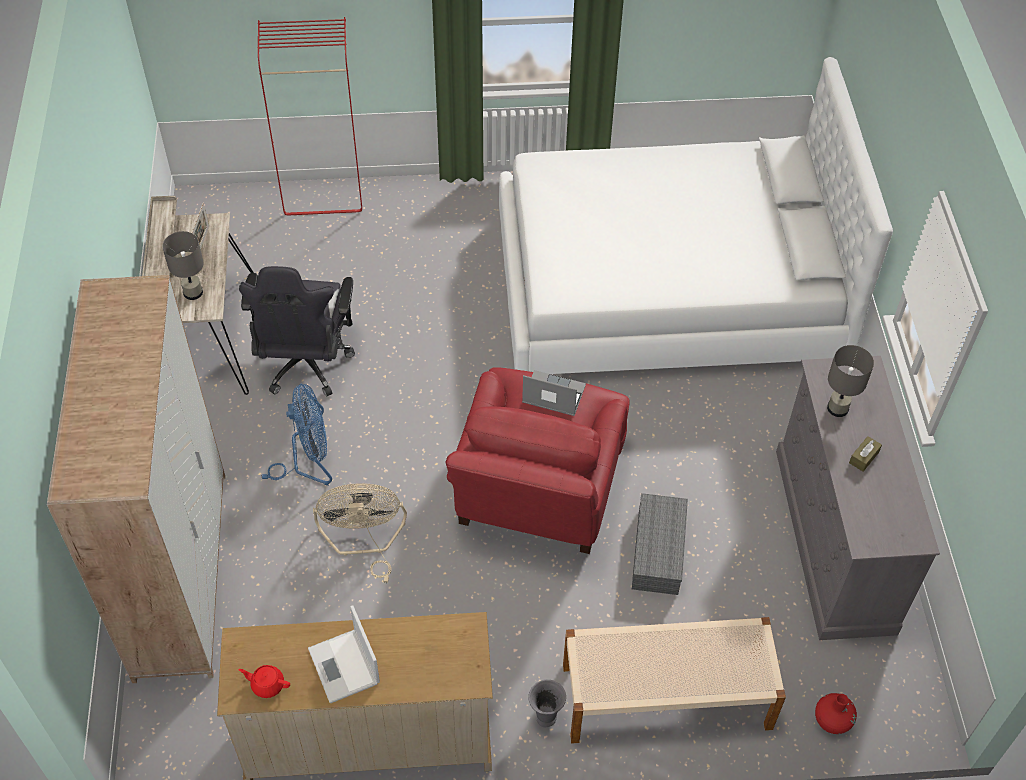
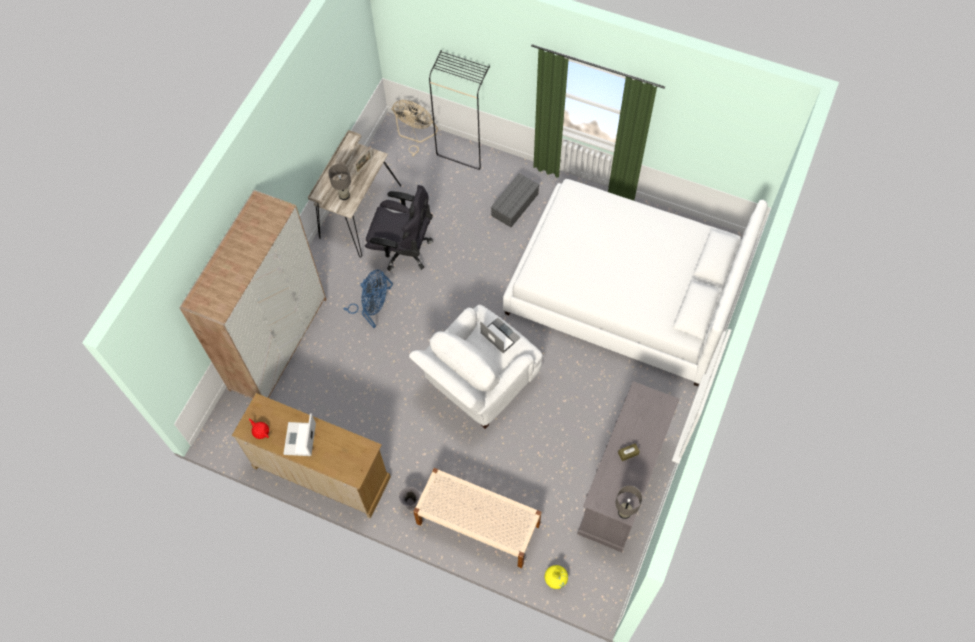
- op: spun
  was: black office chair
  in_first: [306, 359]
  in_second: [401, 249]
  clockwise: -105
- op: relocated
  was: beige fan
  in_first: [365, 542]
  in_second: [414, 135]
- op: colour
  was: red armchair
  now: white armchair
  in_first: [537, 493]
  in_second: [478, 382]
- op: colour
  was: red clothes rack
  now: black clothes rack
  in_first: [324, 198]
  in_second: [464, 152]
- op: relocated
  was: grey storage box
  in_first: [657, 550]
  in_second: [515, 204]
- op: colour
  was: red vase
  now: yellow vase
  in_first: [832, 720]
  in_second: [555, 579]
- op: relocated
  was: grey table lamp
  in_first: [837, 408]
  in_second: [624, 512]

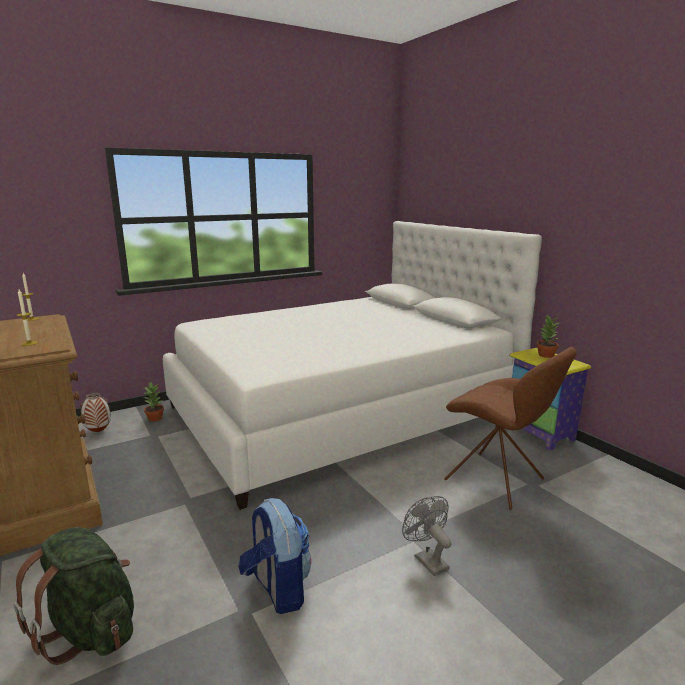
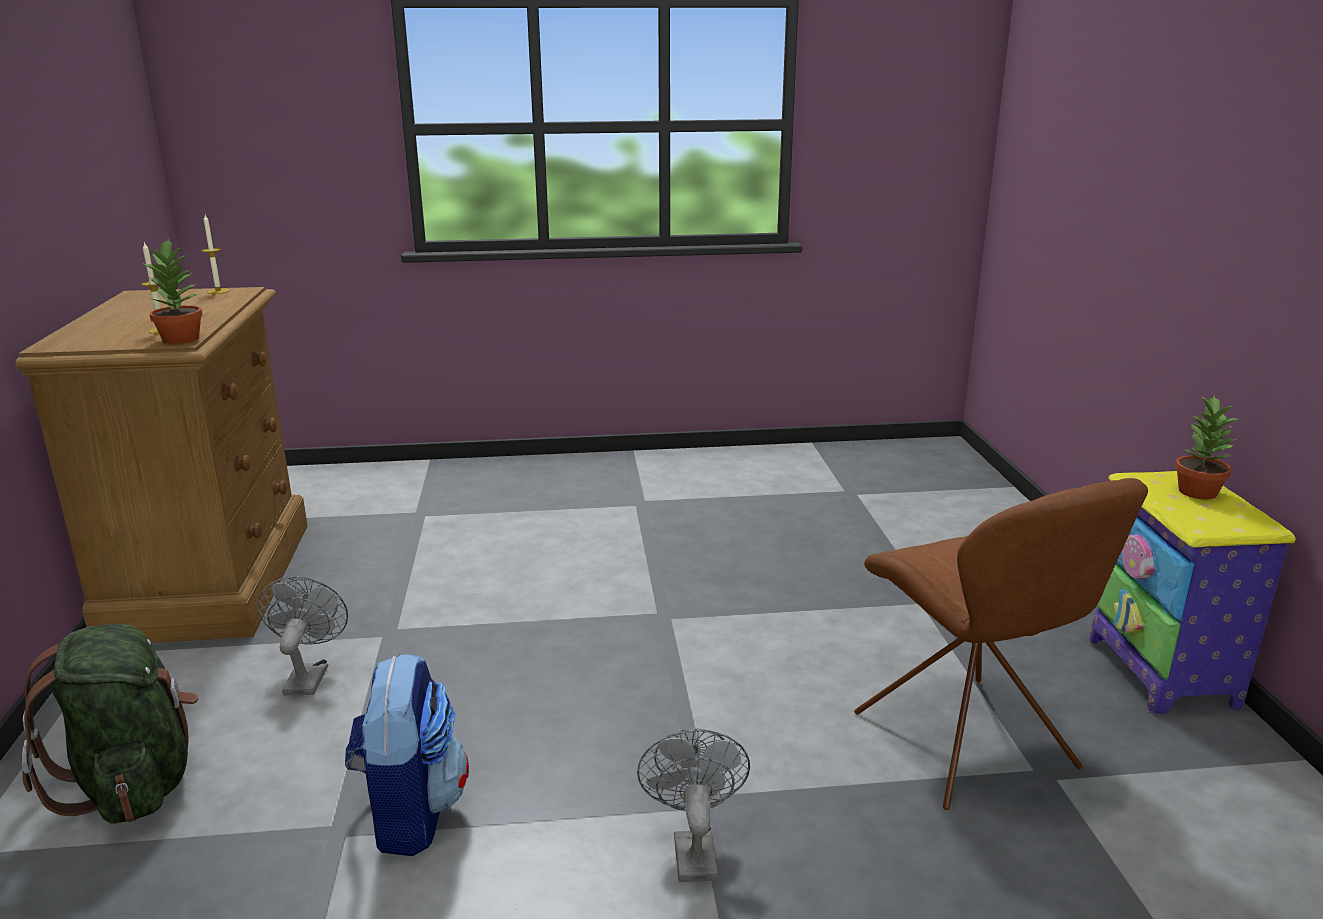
- op: relocated
  was: potted plant
  in_first: [155, 418]
  in_second: [182, 339]
- op: appeared
  now: grey fan
  in_second: [308, 676]
- op: missing
  was: vase
  in_first: [98, 432]
- op: missing
  was: white bed
  in_first: [342, 411]

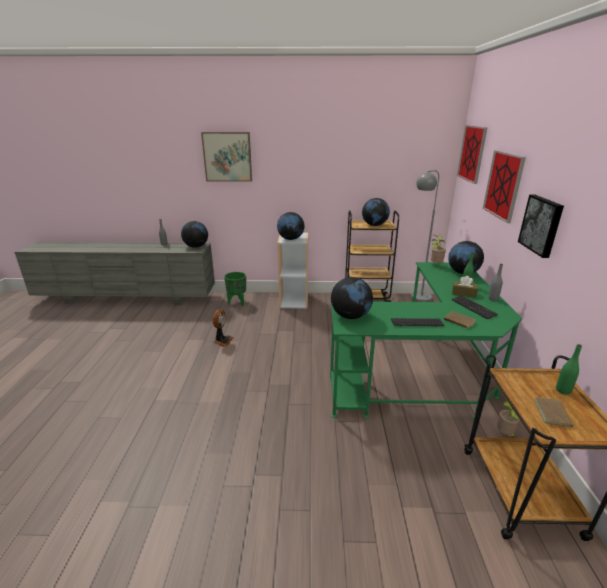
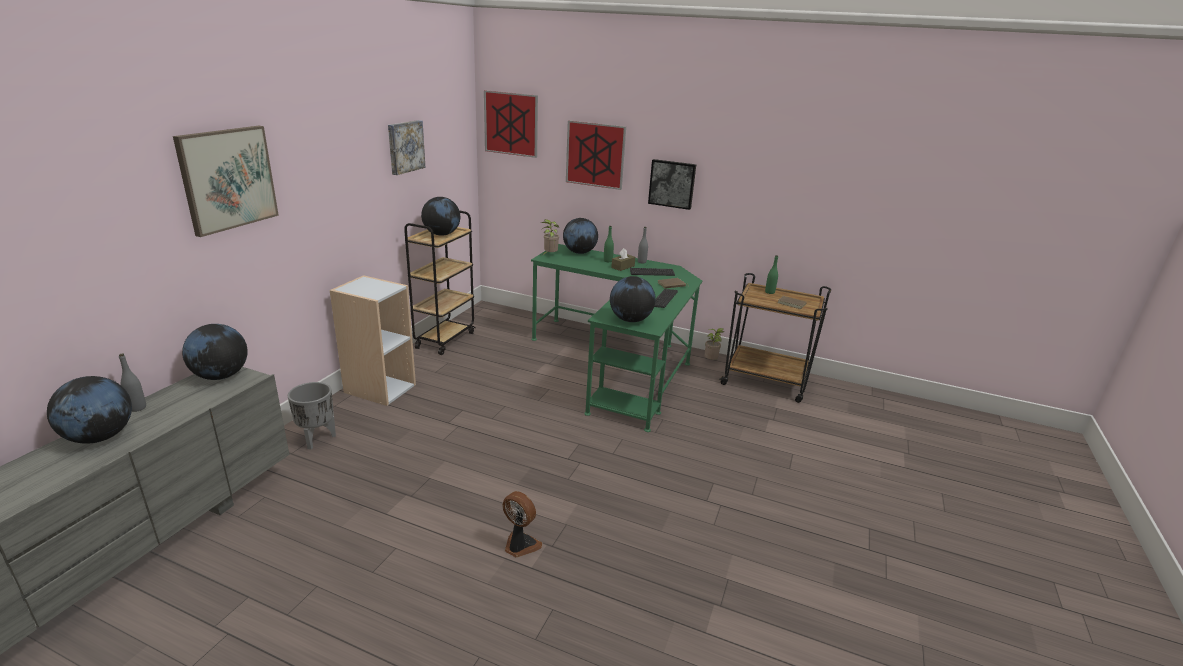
- op: relocated
  was: globe
  in_first: [290, 239]
  in_second: [100, 437]
- op: colour
  was: green planter
  now: grey planter
  in_first: [237, 302]
  in_second: [317, 439]
- op: appeared
  now: picture
  in_second: [405, 146]
- op: relocated
  was: fan
  in_first: [222, 341]
  in_second: [520, 545]
- op: missing
  was: grey floor lamp
  in_first: [417, 299]

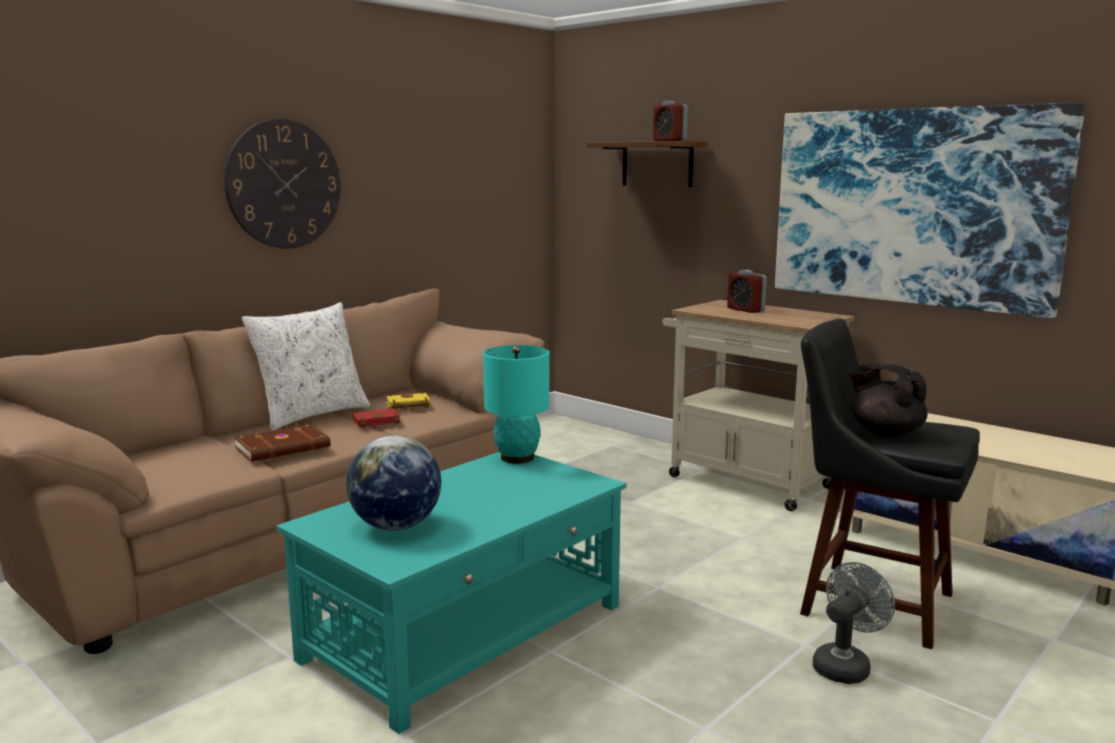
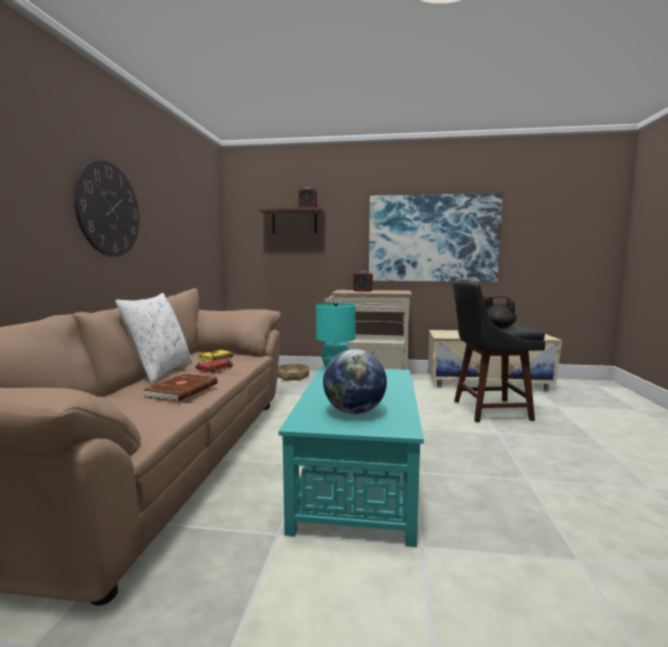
- op: appeared
  now: basket
  in_second: [292, 376]
- op: missing
  was: grey fan
  in_first: [845, 665]

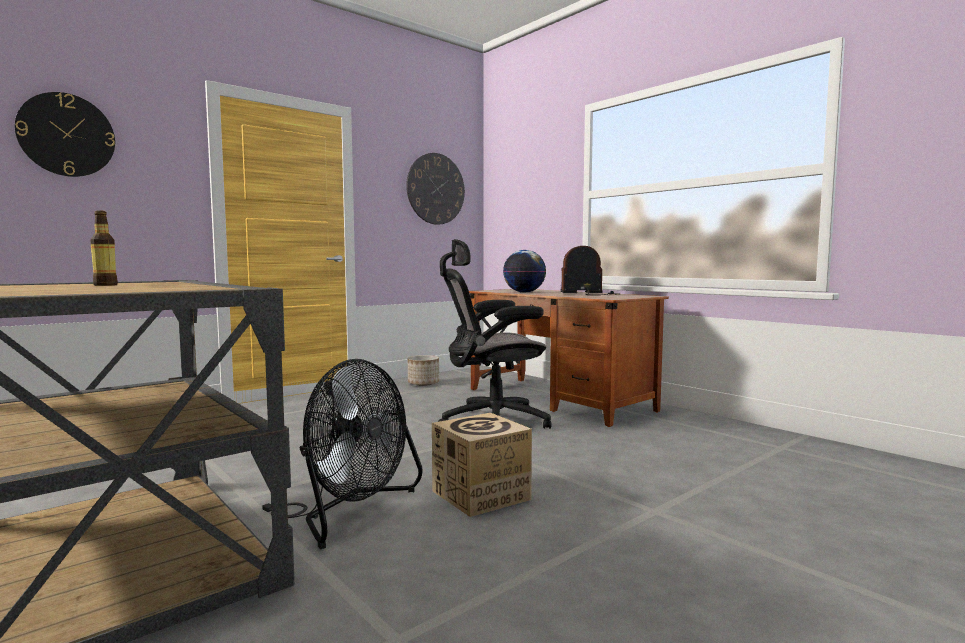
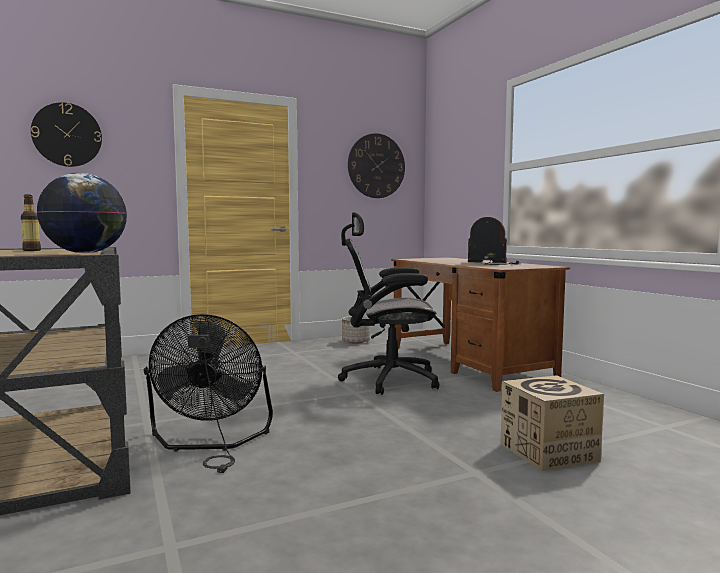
- op: relocated
  was: globe
  in_first: [524, 292]
  in_second: [86, 253]
- op: spun
  was: black fan
  in_first: [345, 512]
  in_second: [209, 443]
  clockwise: -135
- op: relocated
  was: cardboard box
  in_first: [481, 495]
  in_second: [548, 452]

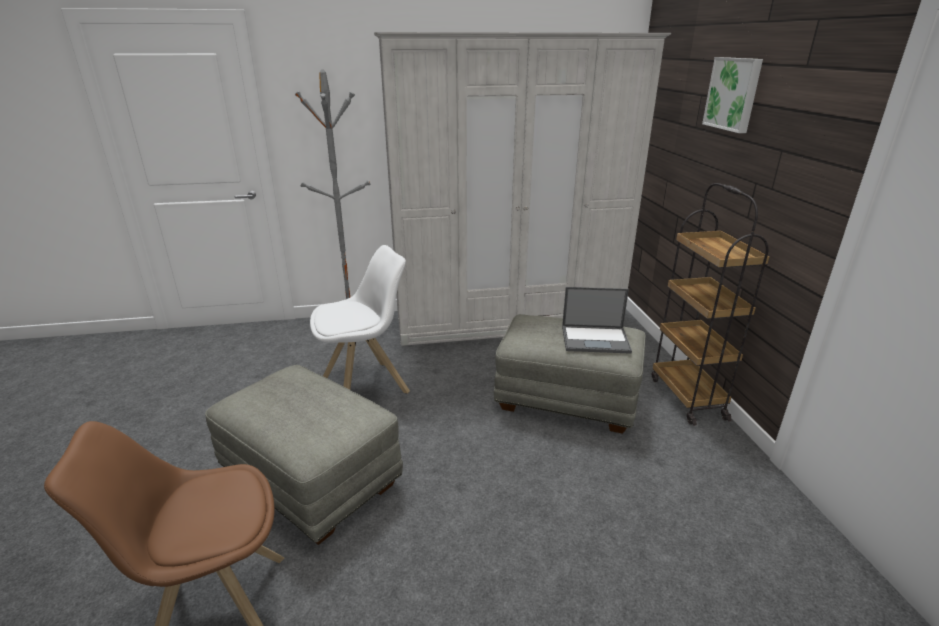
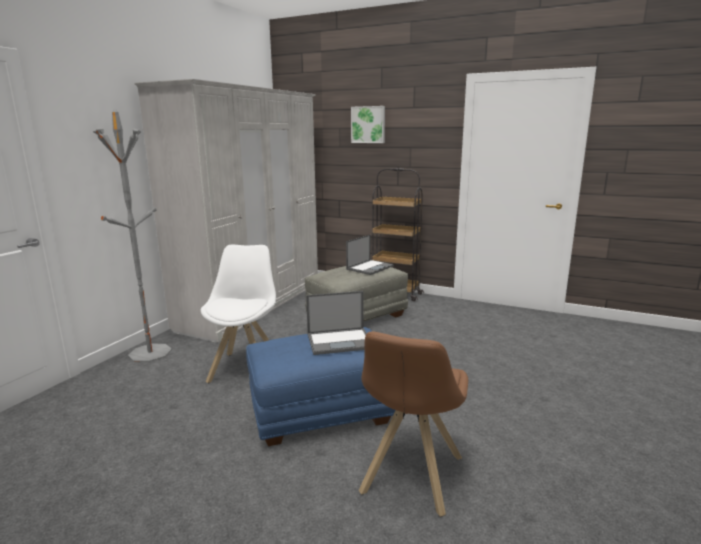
- op: colour
  was: grey ottoman
  now: blue ottoman
  in_first: [312, 478]
  in_second: [320, 412]
- op: appeared
  now: laptop
  in_second: [340, 341]

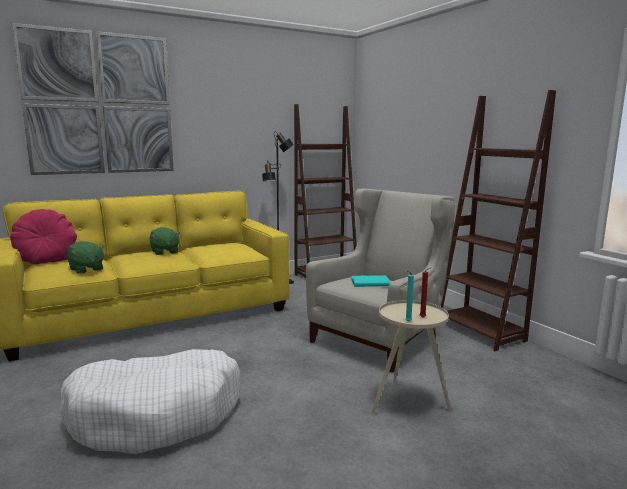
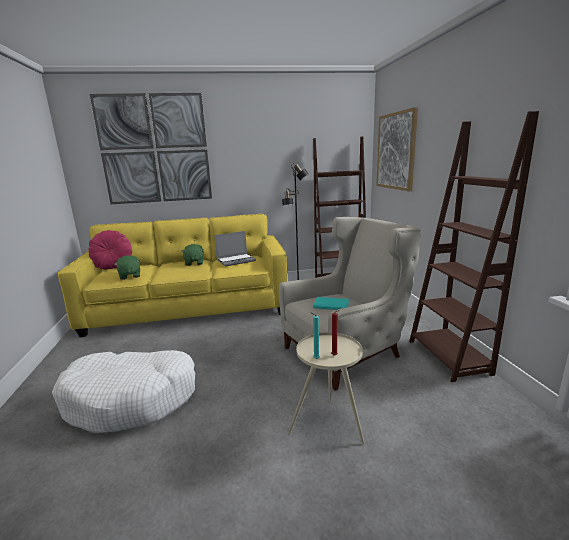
- op: appeared
  now: laptop
  in_second: [236, 260]
- op: appeared
  now: picture
  in_second: [396, 151]

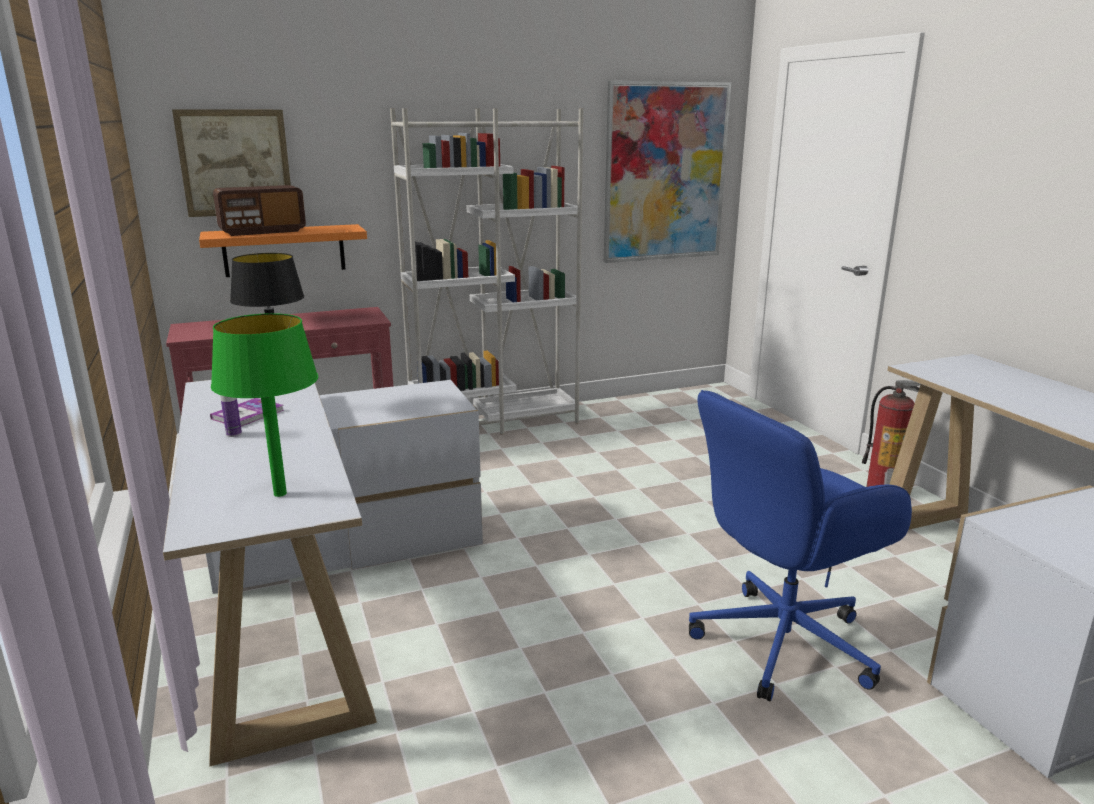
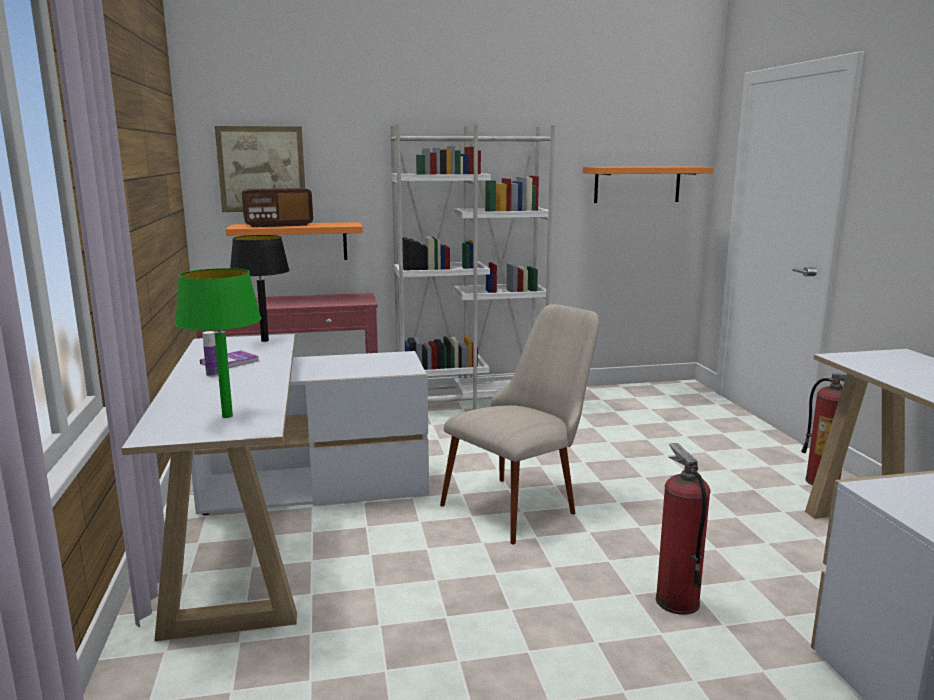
- op: appeared
  now: beige chair
  in_second: [522, 502]
- op: exchanged
  was: picture
  now: orange shelf
  in_first: [665, 173]
  in_second: [637, 184]
- op: exchanged
  was: blue office chair
  now: fire extinguisher
  in_first: [781, 644]
  in_second: [676, 601]

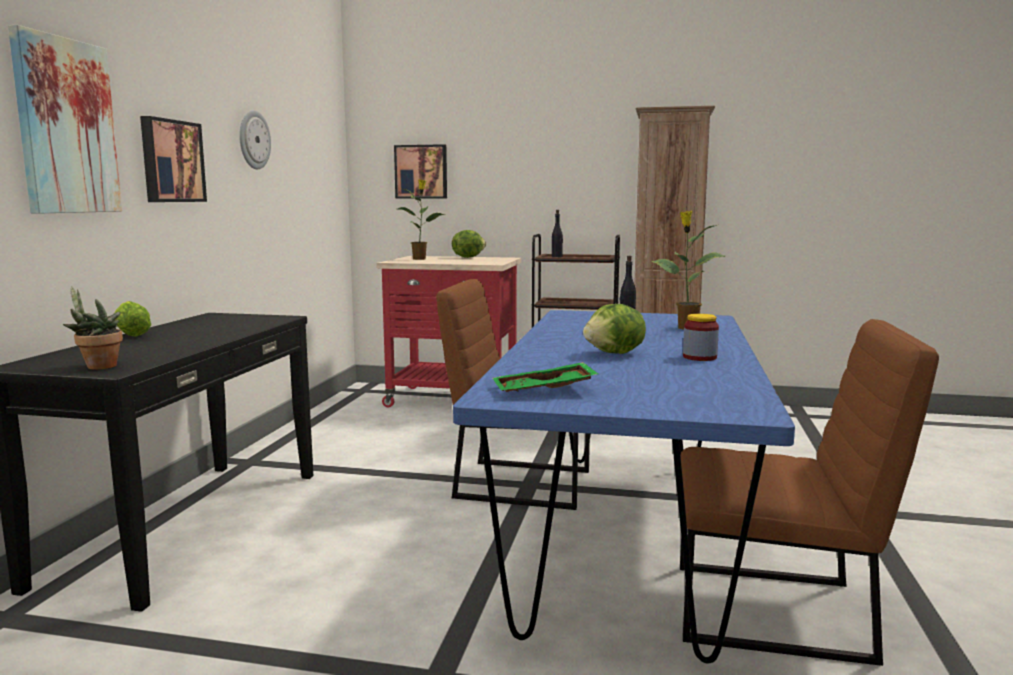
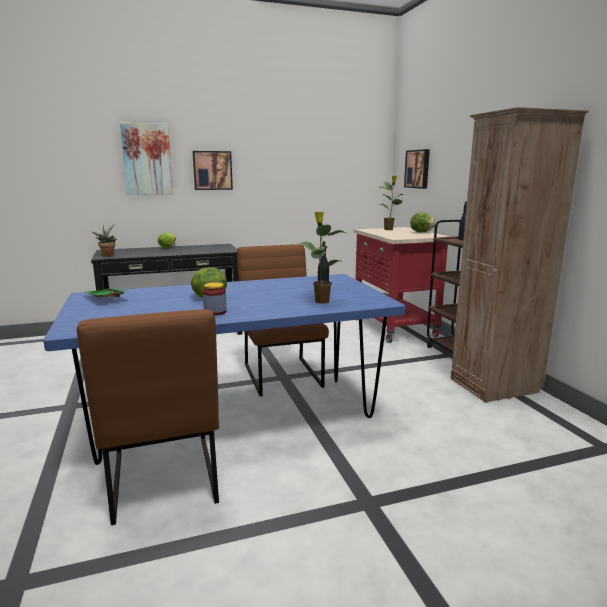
- op: missing
  was: wall clock
  in_first: [253, 140]

